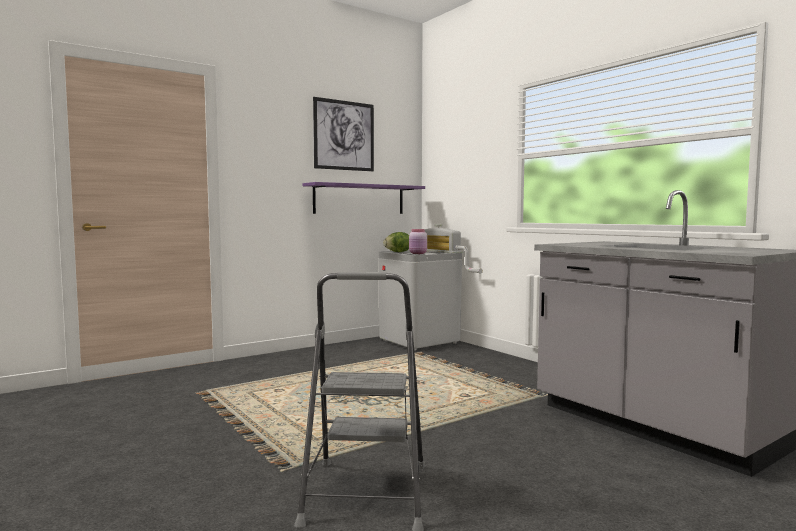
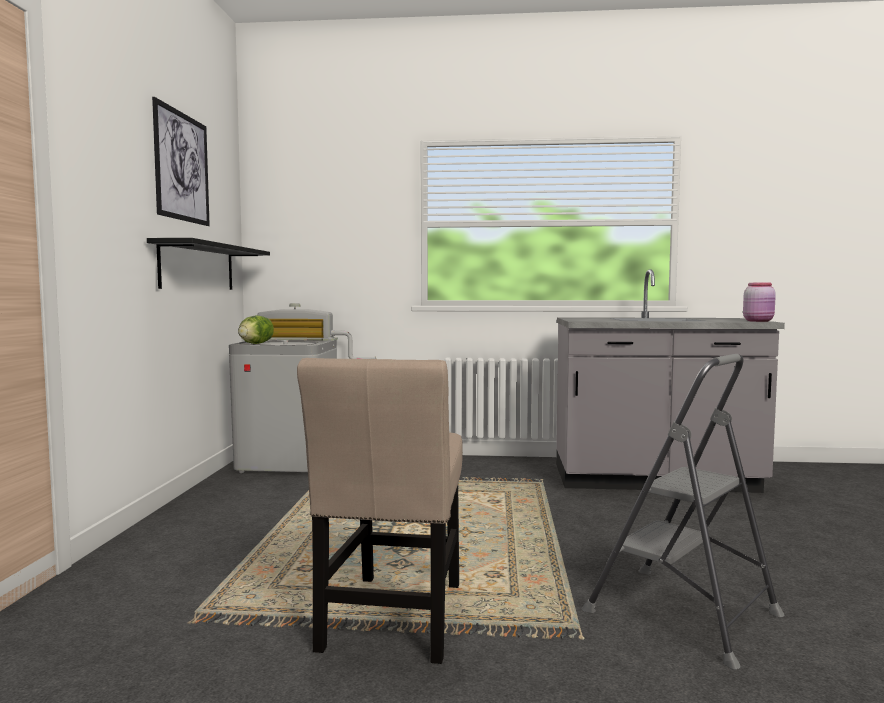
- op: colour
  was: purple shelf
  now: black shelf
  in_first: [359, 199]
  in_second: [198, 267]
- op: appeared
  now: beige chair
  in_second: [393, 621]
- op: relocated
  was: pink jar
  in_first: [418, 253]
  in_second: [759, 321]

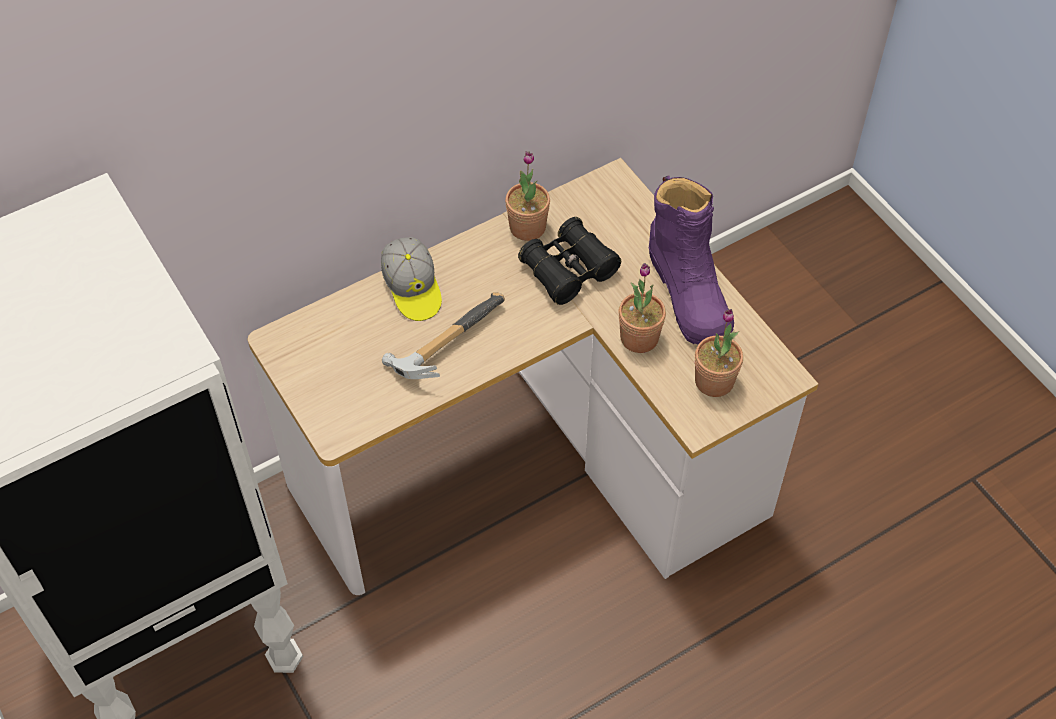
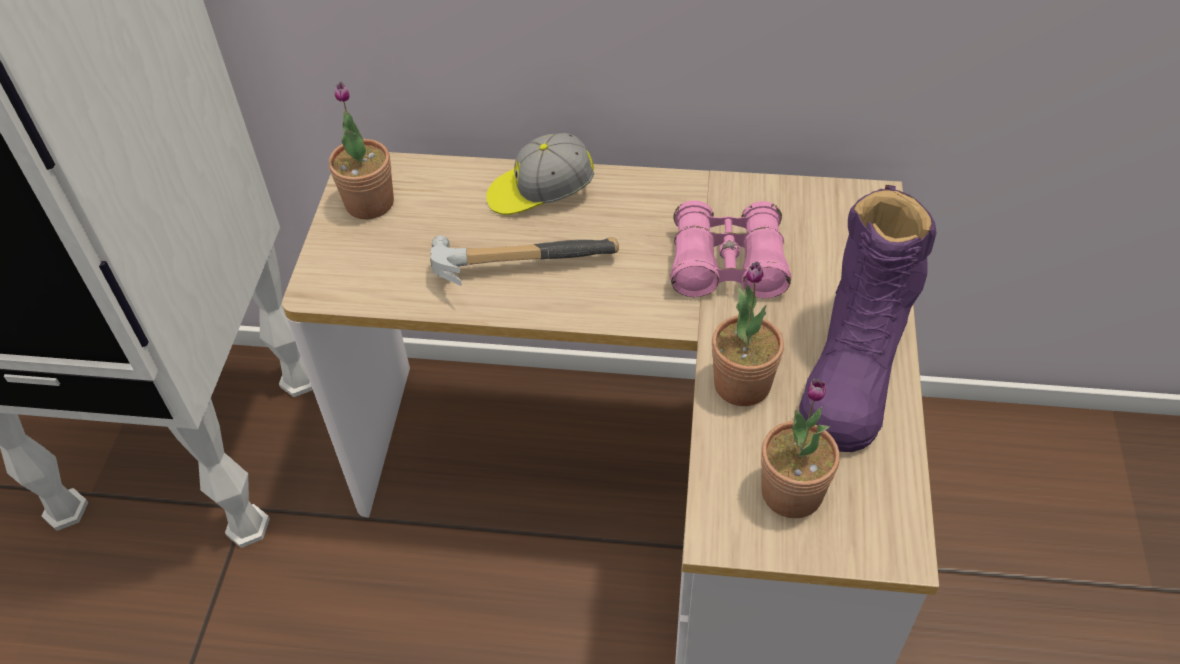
- op: relocated
  was: potted plant
  in_first: [527, 227]
  in_second: [369, 203]
- op: spun
  was: cap
  in_first: [412, 288]
  in_second: [540, 192]
  clockwise: 60
- op: colour
  was: black binoculars
  now: pink binoculars
  in_first: [569, 270]
  in_second: [727, 265]

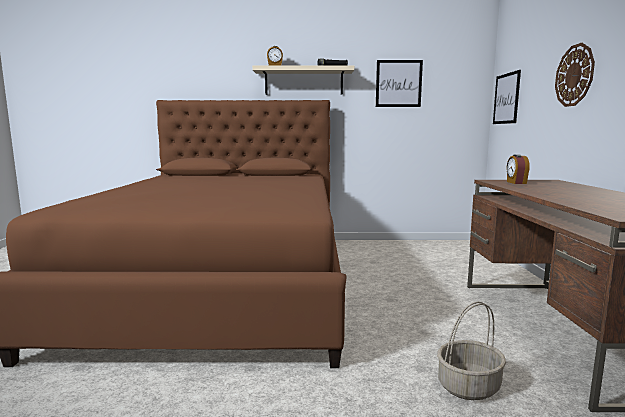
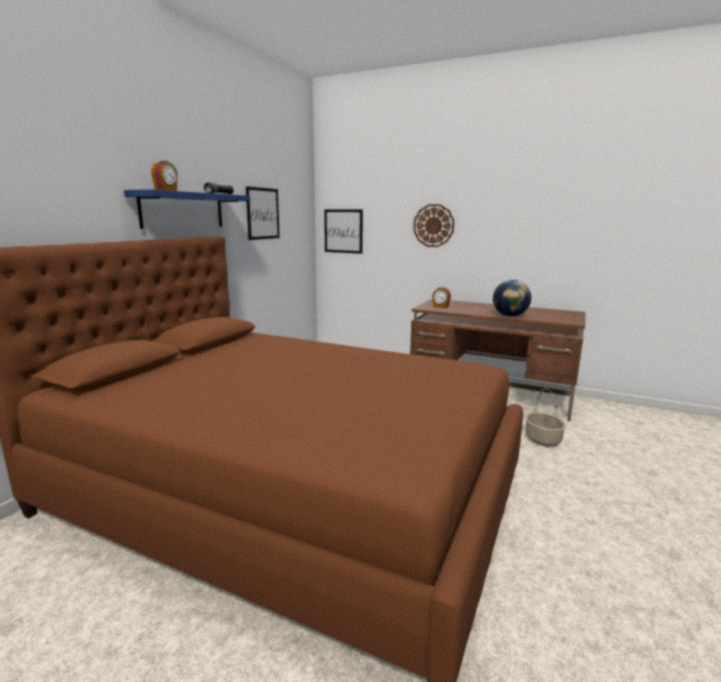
- op: colour
  was: beige shelf
  now: blue shelf
  in_first: [304, 82]
  in_second: [183, 210]
- op: appeared
  now: globe
  in_second: [510, 316]

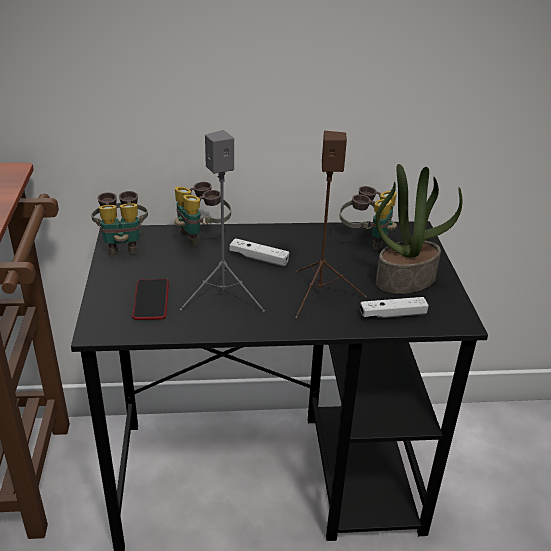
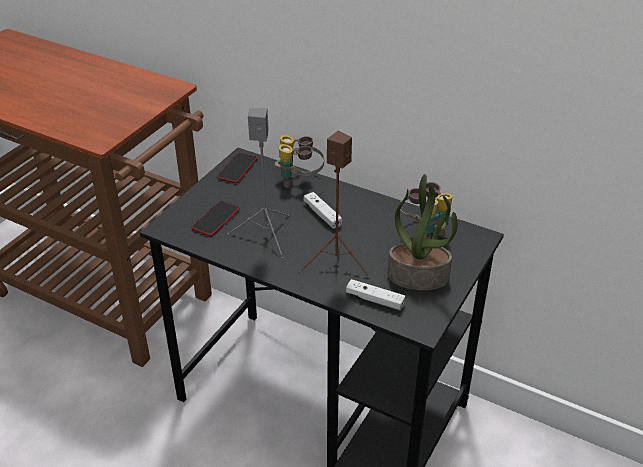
- op: exchanged
  was: binoculars
  now: phone
  in_first: [122, 245]
  in_second: [237, 168]

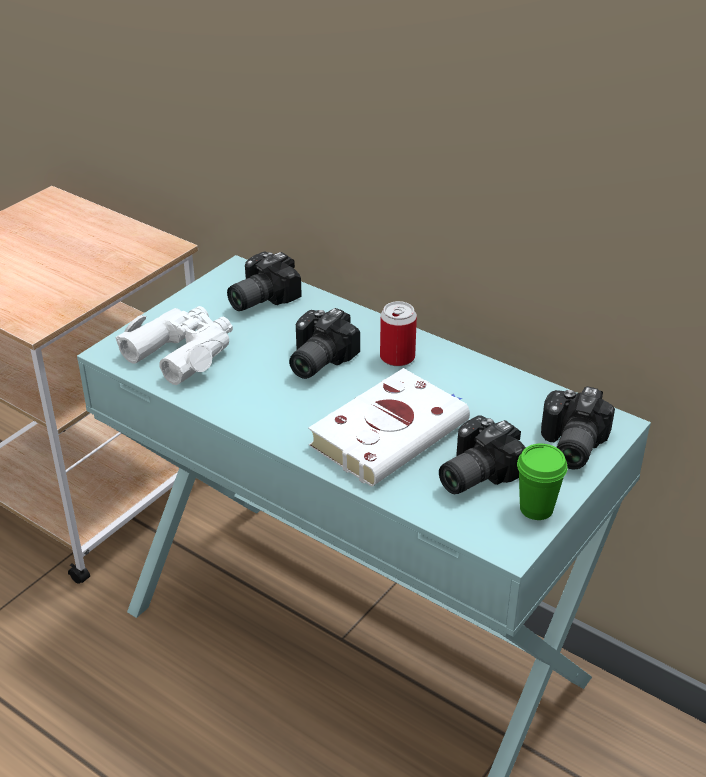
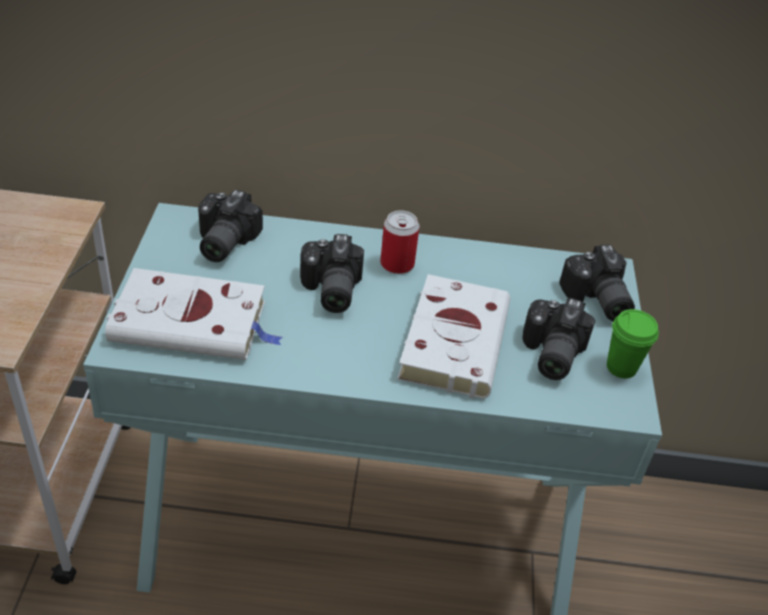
- op: exchanged
  was: white binoculars
  now: white book
  in_first: [182, 351]
  in_second: [194, 323]

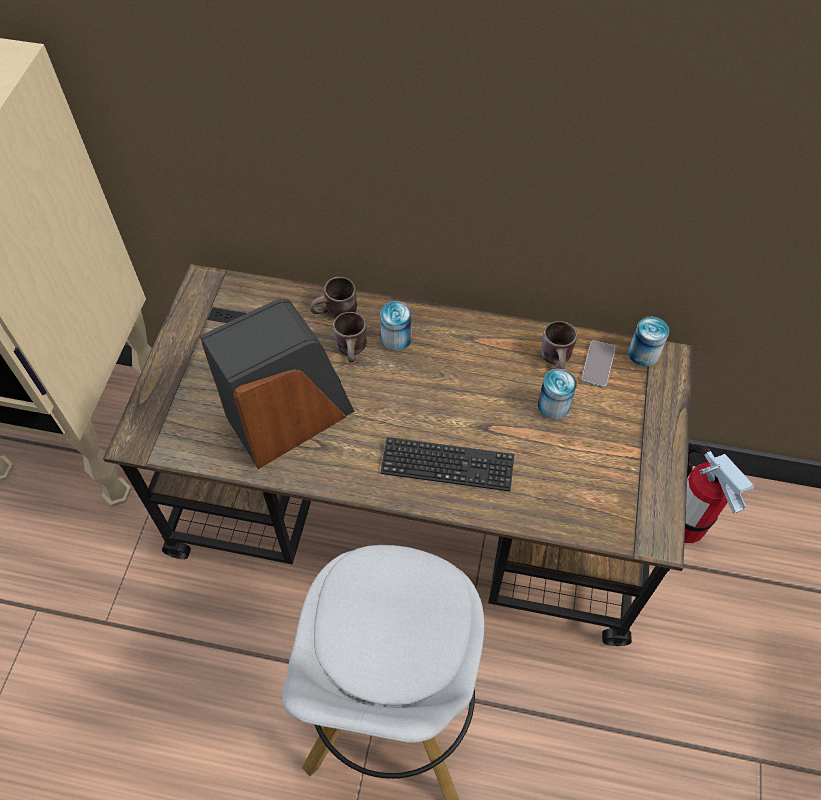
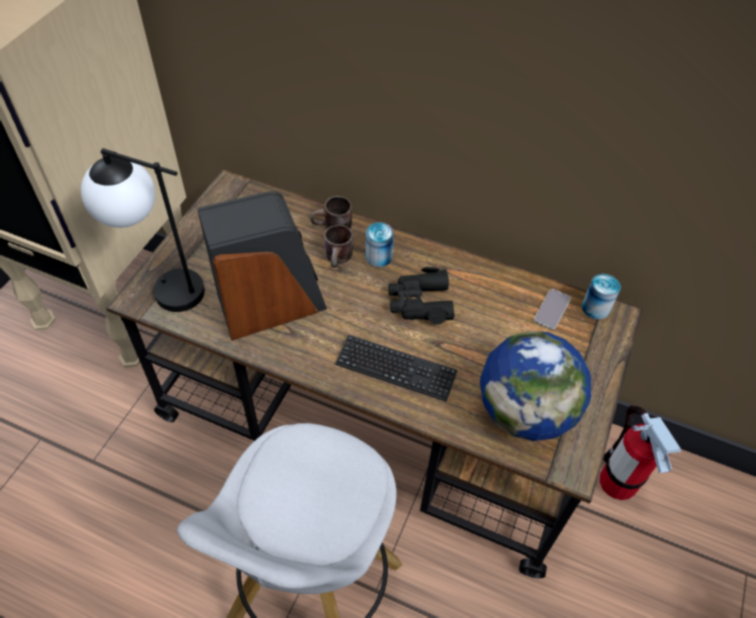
- op: appeared
  now: table lamp
  in_second: [162, 286]
- op: appeared
  now: black binoculars
  in_second: [420, 302]
- op: appeared
  now: globe
  in_second: [525, 412]
- op: missing
  was: can
  in_first: [553, 405]
- op: missing
  was: brown mug
  in_first: [559, 359]

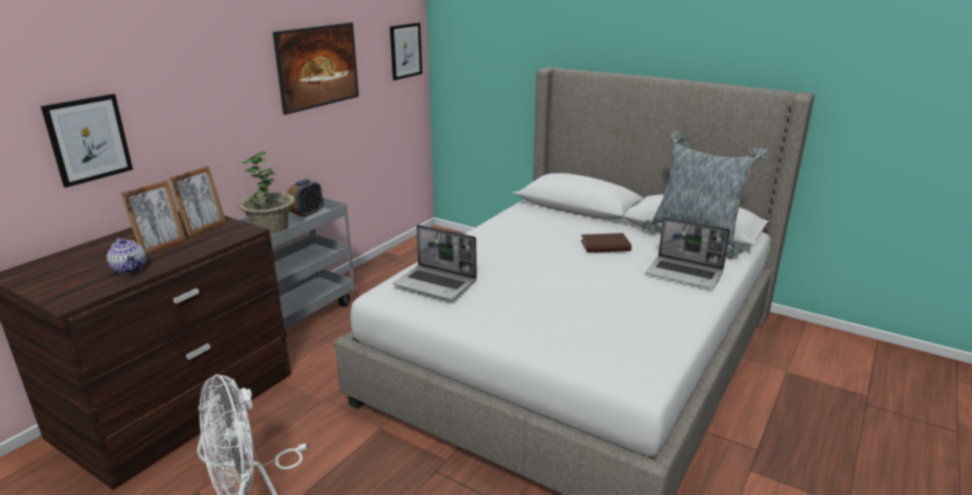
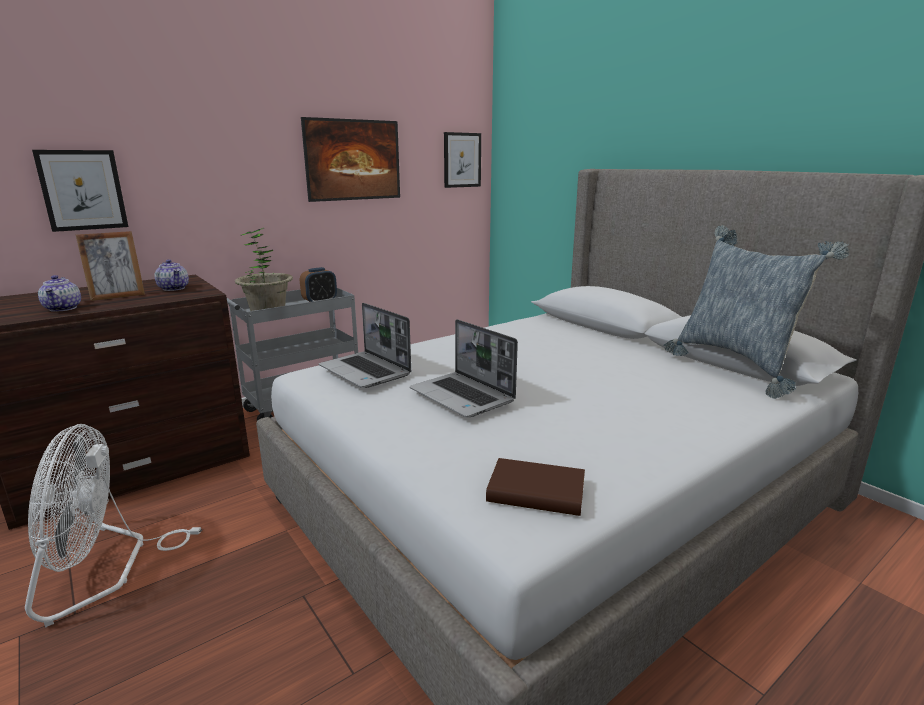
- op: exchanged
  was: picture frame
  now: teapot
  in_first: [203, 228]
  in_second: [174, 288]
- op: relocated
  was: laptop
  in_first: [685, 273]
  in_second: [463, 396]
- op: relocated
  was: brown book
  in_first: [605, 246]
  in_second: [536, 492]

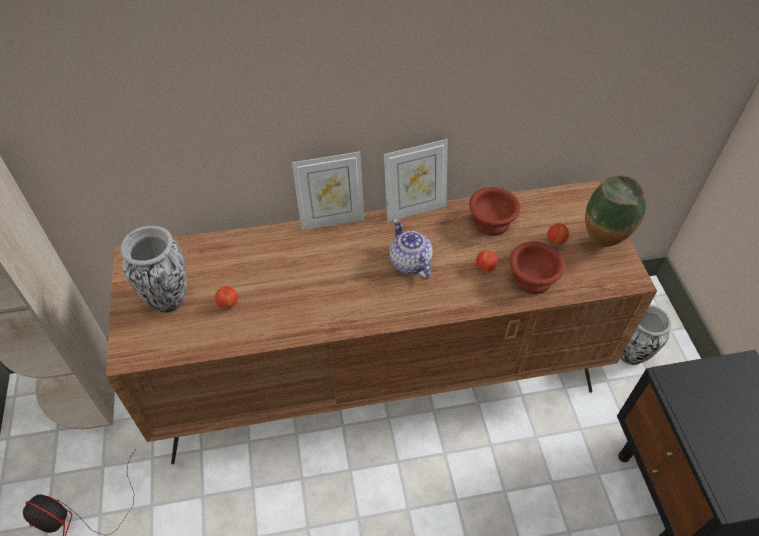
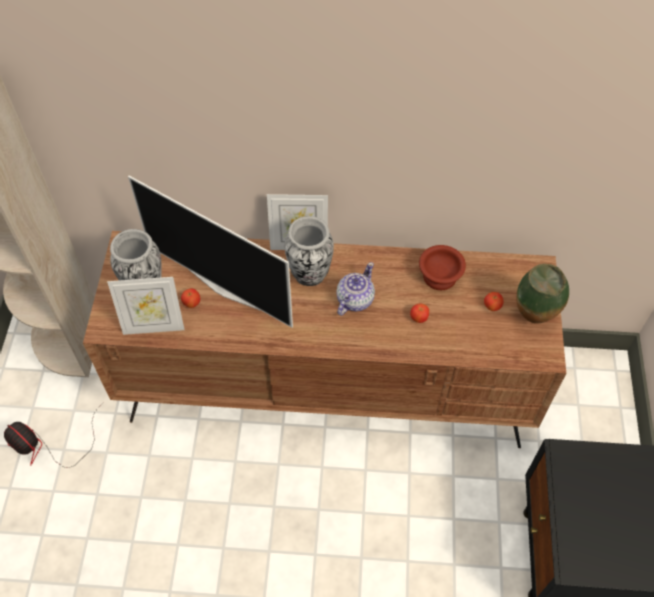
- op: relocated
  was: picture frame
  in_first: [414, 209]
  in_second: [154, 326]
- op: appeared
  now: television
  in_second: [225, 288]
- op: relocated
  was: vase
  in_first: [631, 355]
  in_second: [309, 276]
- op: spun
  was: teapot
  in_first: [410, 263]
  in_second: [354, 300]
  clockwise: 45
- op: missing
  was: brown bowl
  in_first: [533, 279]

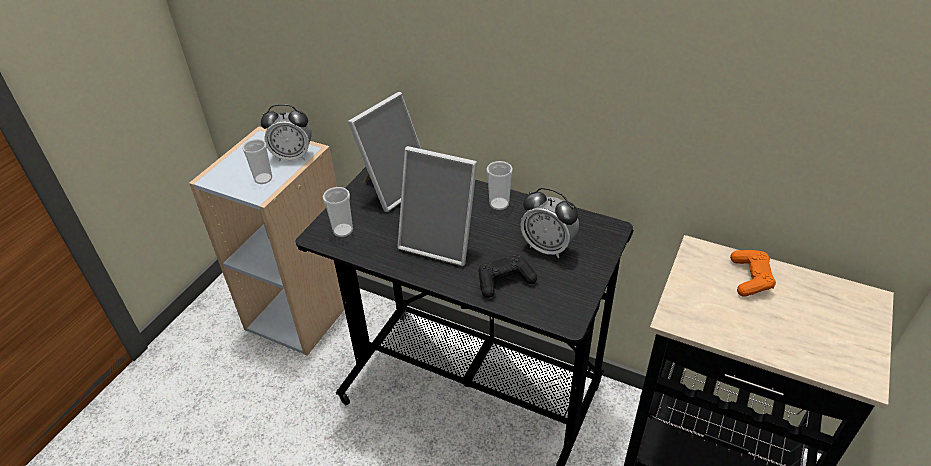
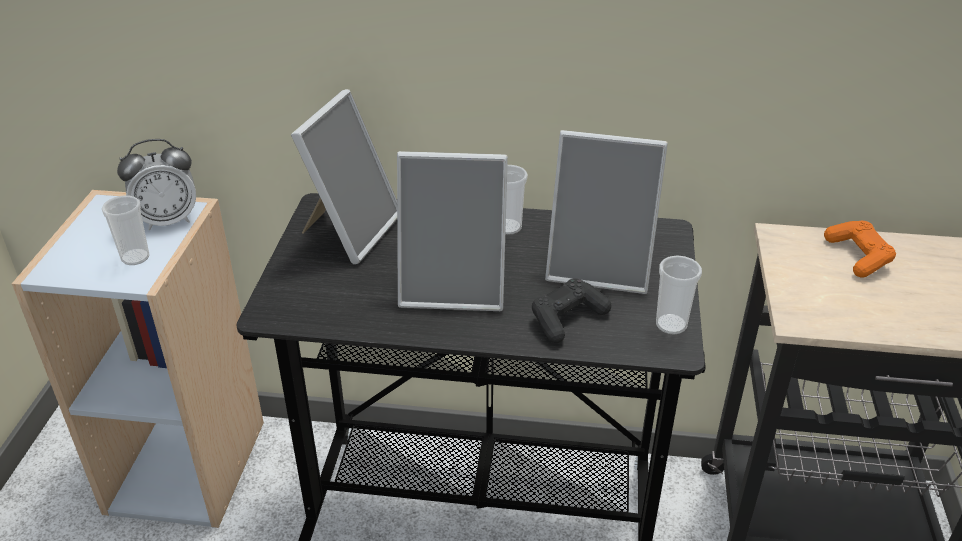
- op: exchanged
  was: alarm clock
  now: picture frame
  in_first: [548, 247]
  in_second: [600, 267]
- op: relocated
  was: cup
  in_first: [343, 230]
  in_second: [671, 324]

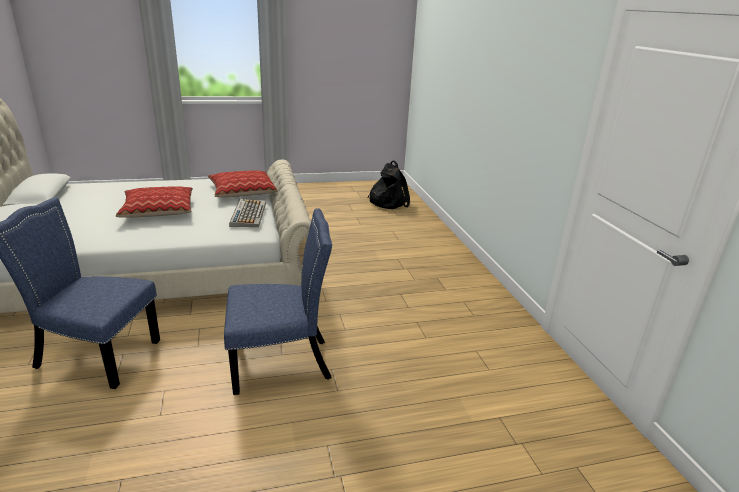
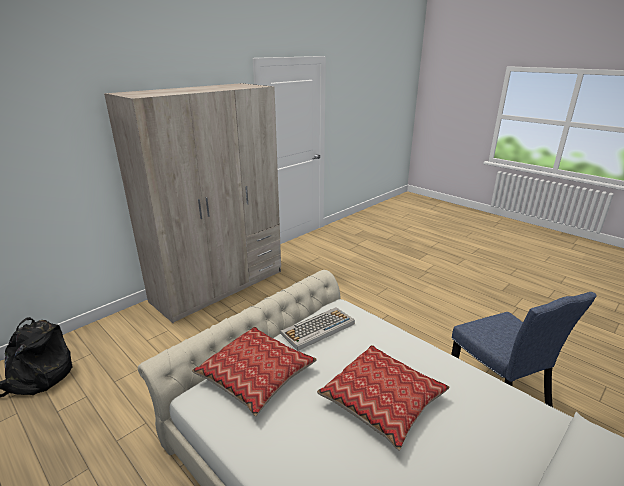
- op: appeared
  now: beige wardrobe
  in_second: [219, 286]
- op: missing
  was: blue chair
  in_first: [279, 364]

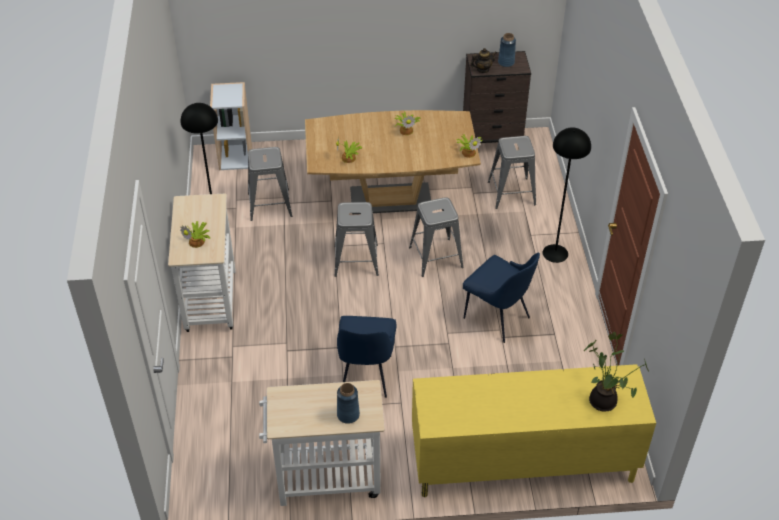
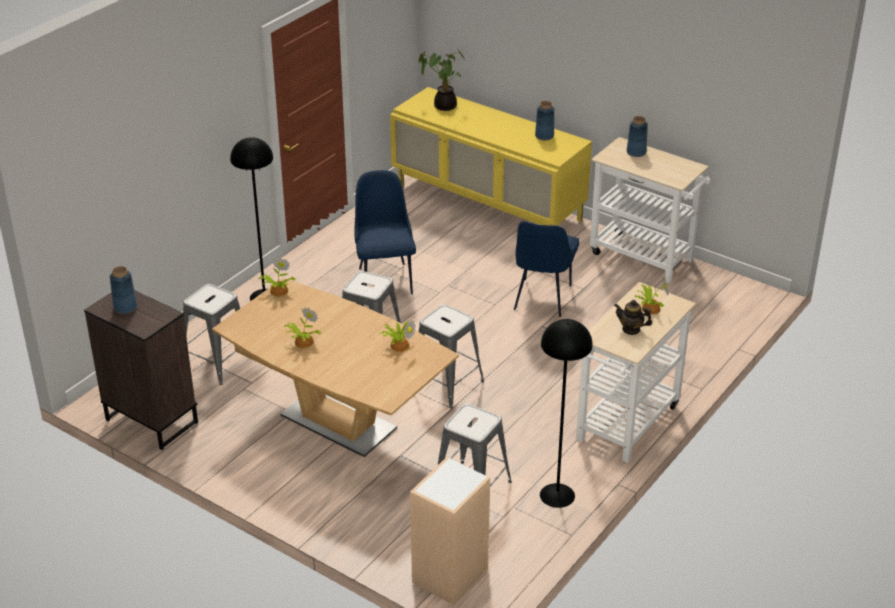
- op: spun
  was: blue chair
  in_first: [366, 375]
  in_second: [542, 298]
  clockwise: 150
- op: appeared
  now: blue vase
  in_second: [544, 136]
- op: relocated
  was: teapot
  in_first: [482, 69]
  in_second: [631, 329]

